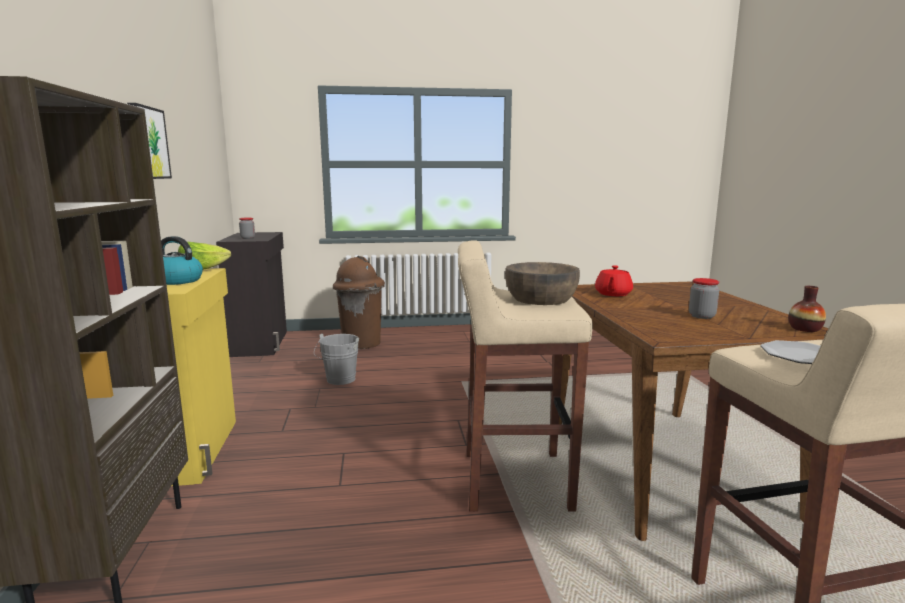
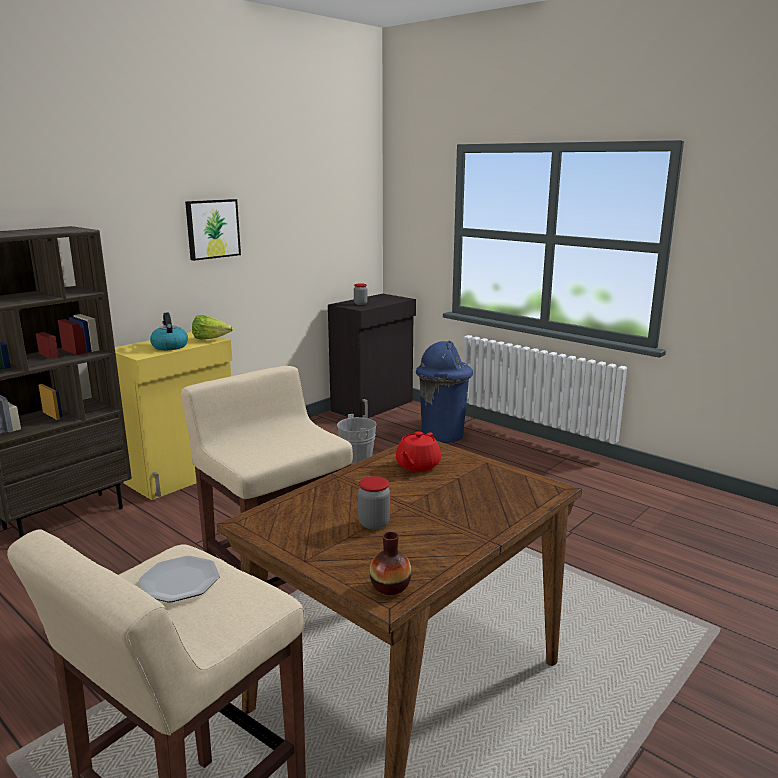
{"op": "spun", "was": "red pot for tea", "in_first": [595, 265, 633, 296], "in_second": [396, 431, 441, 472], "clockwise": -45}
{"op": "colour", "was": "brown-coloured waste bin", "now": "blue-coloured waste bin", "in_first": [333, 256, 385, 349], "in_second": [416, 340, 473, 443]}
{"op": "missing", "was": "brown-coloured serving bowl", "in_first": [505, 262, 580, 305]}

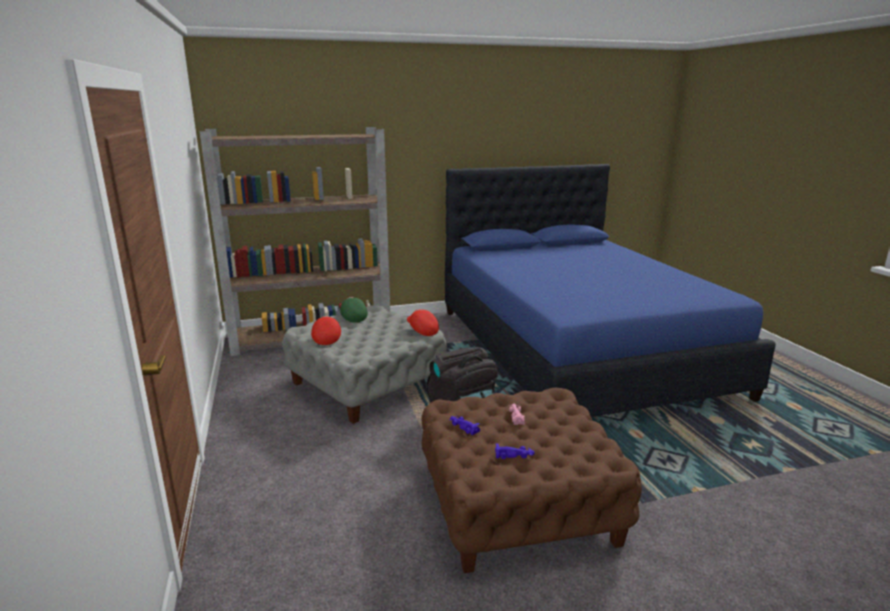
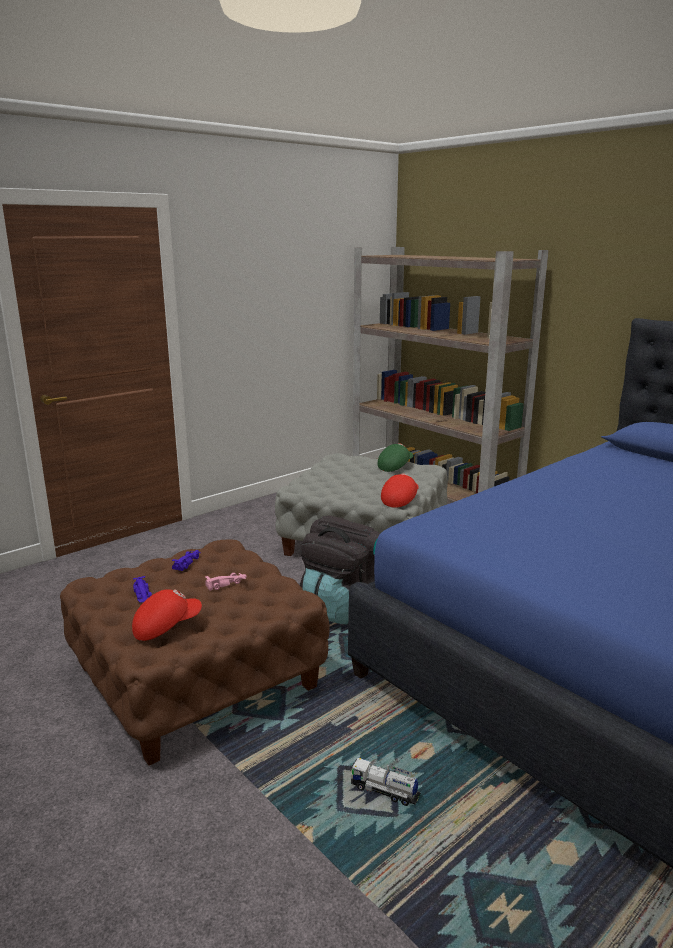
{"op": "relocated", "was": "red baseball cap", "in_first": [311, 316, 341, 345], "in_second": [132, 589, 202, 641]}
{"op": "appeared", "now": "toy lorry", "in_second": [351, 758, 420, 806]}

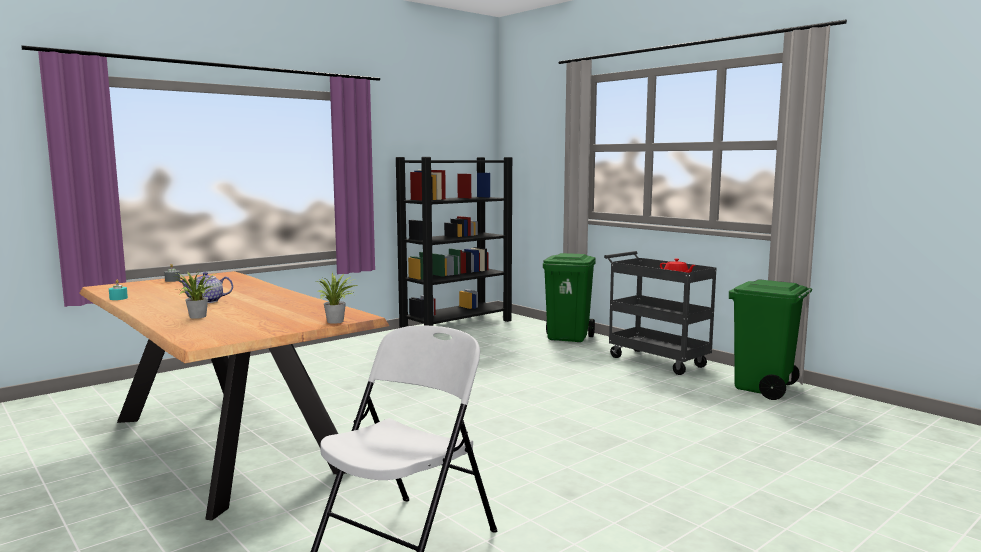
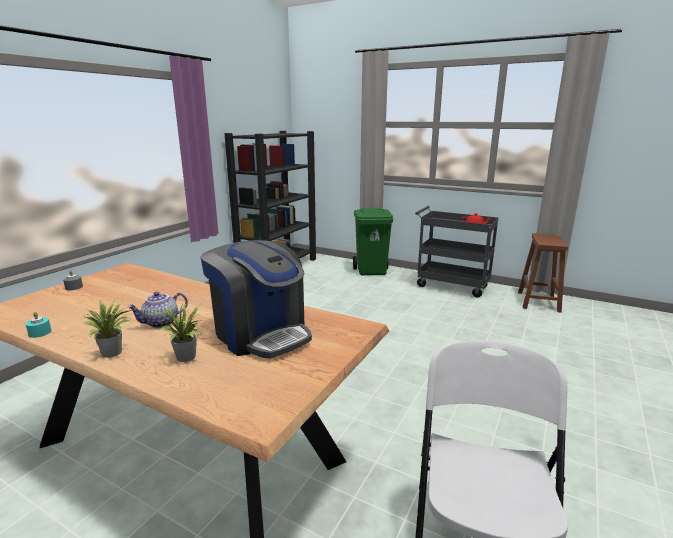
{"op": "relocated", "was": "plant in a pot", "in_first": [318, 272, 358, 324], "in_second": [82, 299, 133, 358]}
{"op": "appeared", "now": "coffee machine", "in_second": [201, 240, 312, 359]}
{"op": "exchanged", "was": "greenish waste bin", "now": "brown-coloured stool seat", "in_first": [729, 279, 812, 400], "in_second": [518, 233, 568, 313]}

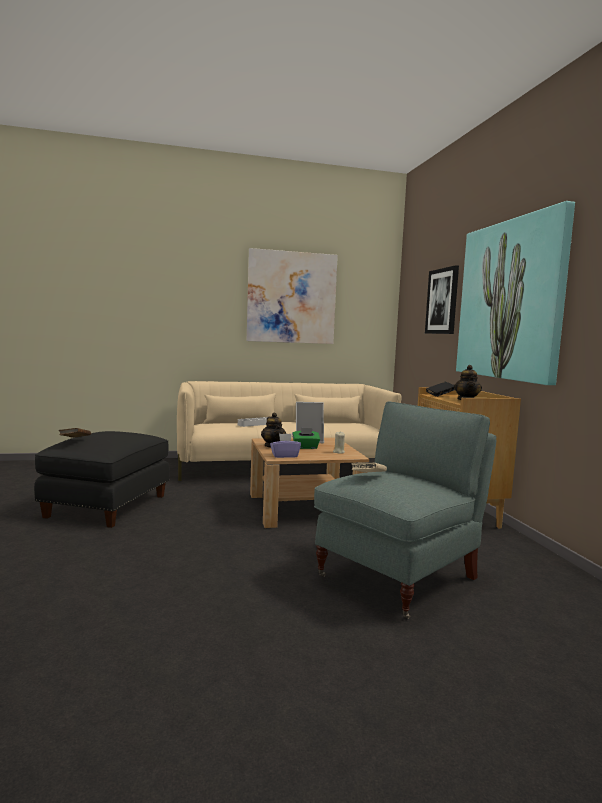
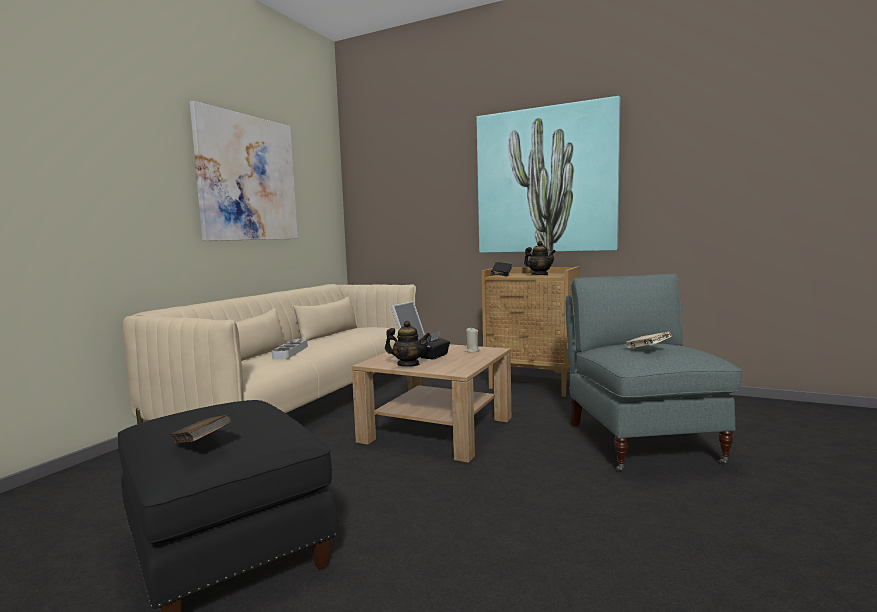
{"op": "colour", "was": "greenish tissue box", "now": "black-coloured tissue box", "in_first": [292, 428, 320, 449], "in_second": [420, 331, 450, 359]}
{"op": "missing", "was": "purple-coloured tissue box", "in_first": [270, 434, 301, 458]}
{"op": "missing", "was": "wall art", "in_first": [425, 265, 459, 334]}

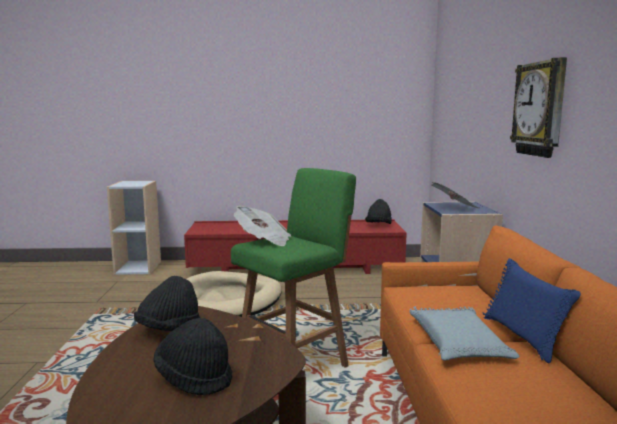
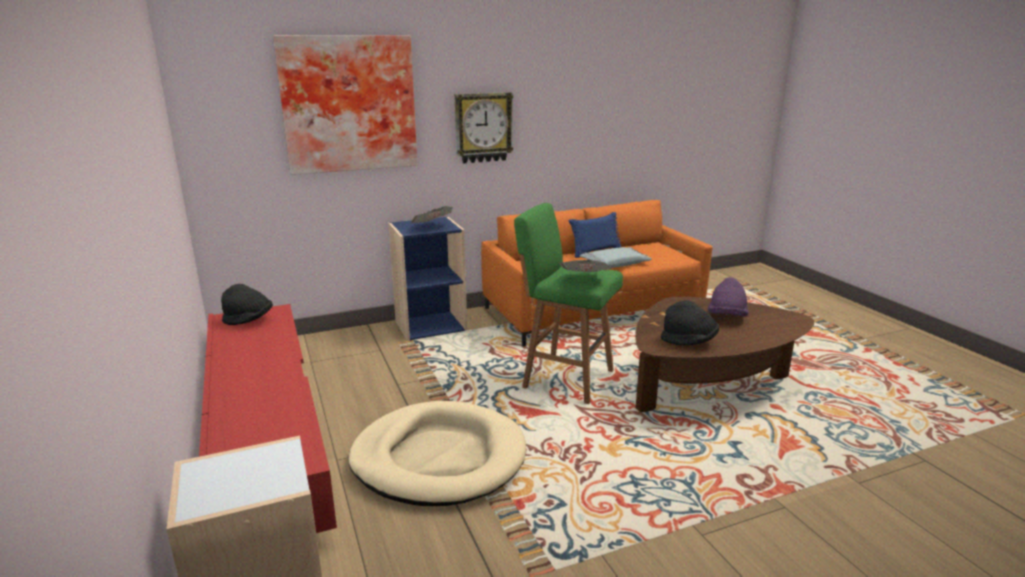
{"op": "appeared", "now": "wall art", "in_second": [273, 35, 417, 175]}
{"op": "colour", "was": "black-coloured wearable hat", "now": "purple-coloured wearable hat", "in_first": [154, 318, 232, 395], "in_second": [708, 277, 749, 317]}

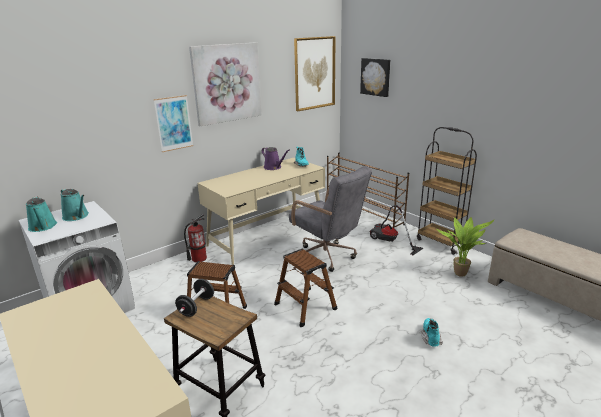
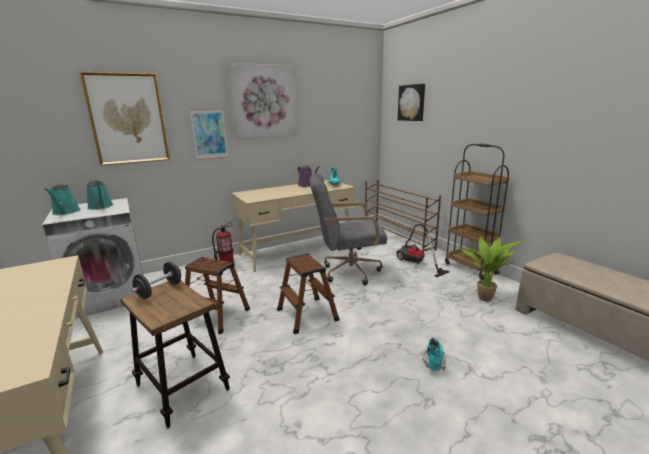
{"op": "relocated", "was": "wall art", "in_first": [294, 36, 336, 111], "in_second": [80, 72, 170, 166]}
{"op": "spun", "was": "gray desk chair", "in_first": [289, 166, 372, 272], "in_second": [309, 173, 387, 285], "clockwise": 120}

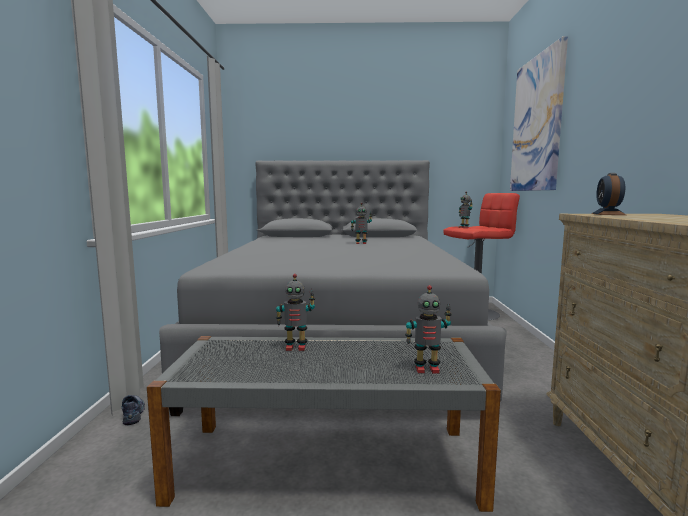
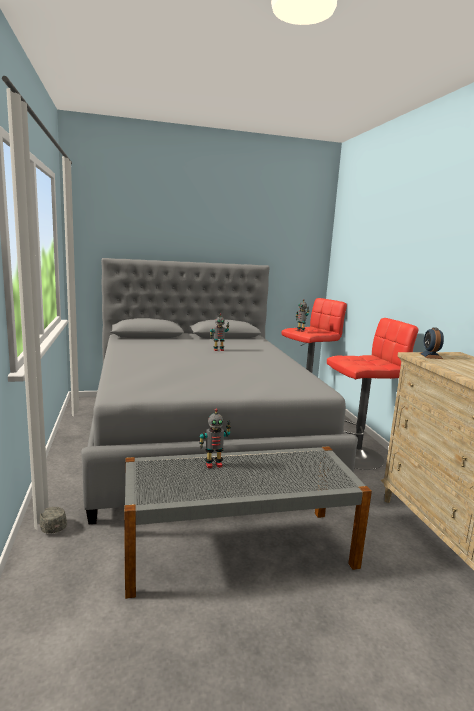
{"op": "exchanged", "was": "item of footwear", "now": "gray baseball cap", "in_first": [122, 395, 145, 426], "in_second": [39, 507, 67, 534]}
{"op": "appeared", "now": "red stool seat", "in_second": [327, 318, 419, 470]}
{"op": "missing", "was": "robot figure", "in_first": [405, 285, 452, 373]}
{"op": "missing", "was": "wall art", "in_first": [510, 36, 568, 191]}

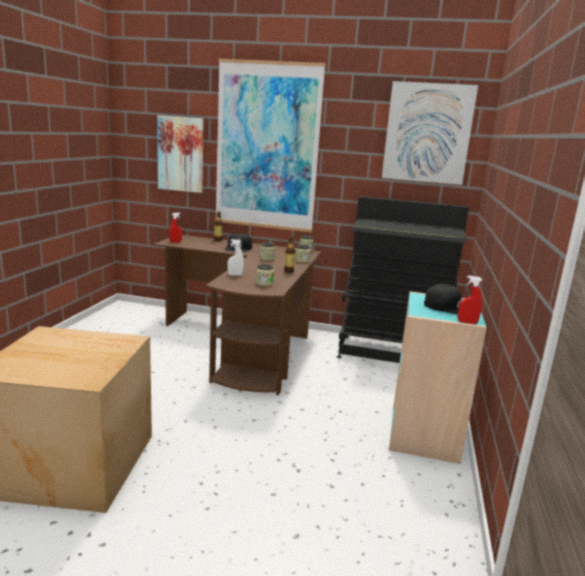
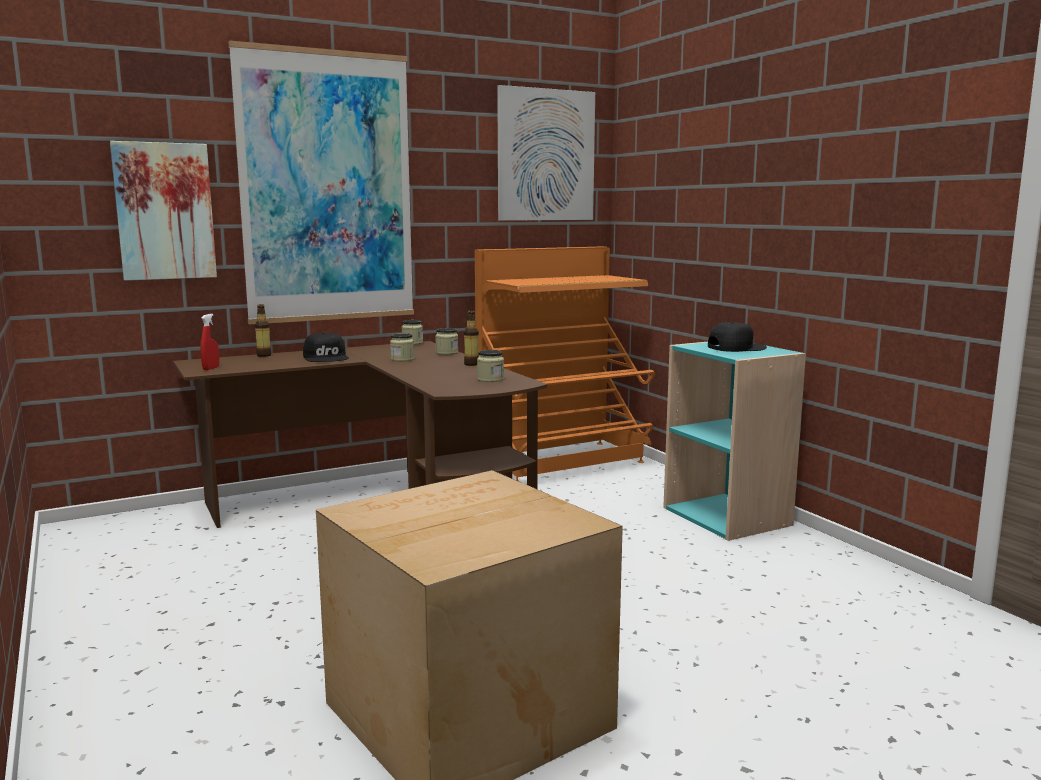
{"op": "colour", "was": "black-coloured shoe stand", "now": "orange shoe stand", "in_first": [337, 196, 469, 363], "in_second": [475, 247, 655, 481]}
{"op": "missing", "was": "white-coloured spray bottle", "in_first": [227, 239, 244, 276]}
{"op": "missing", "was": "red spray bottle", "in_first": [458, 276, 482, 324]}

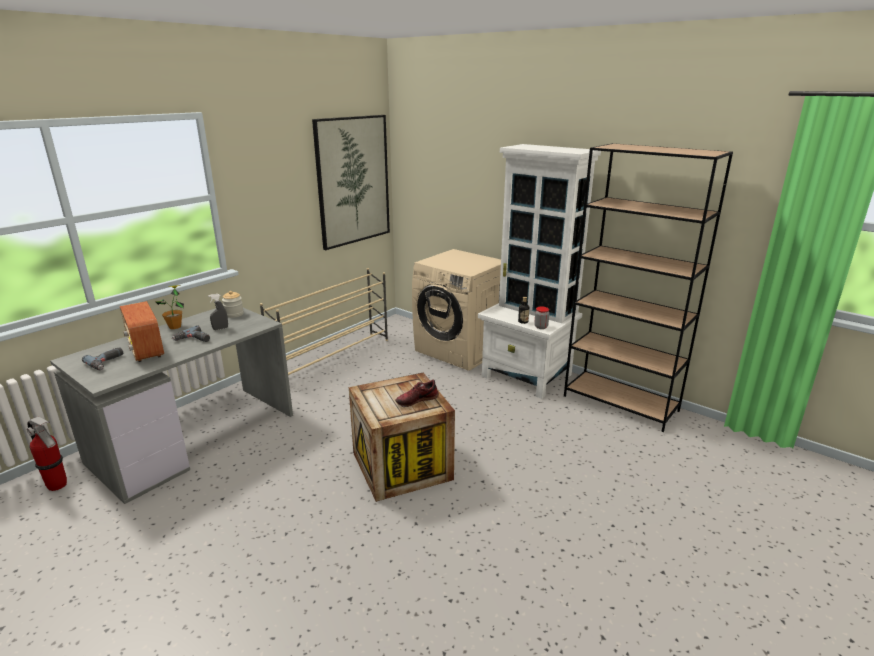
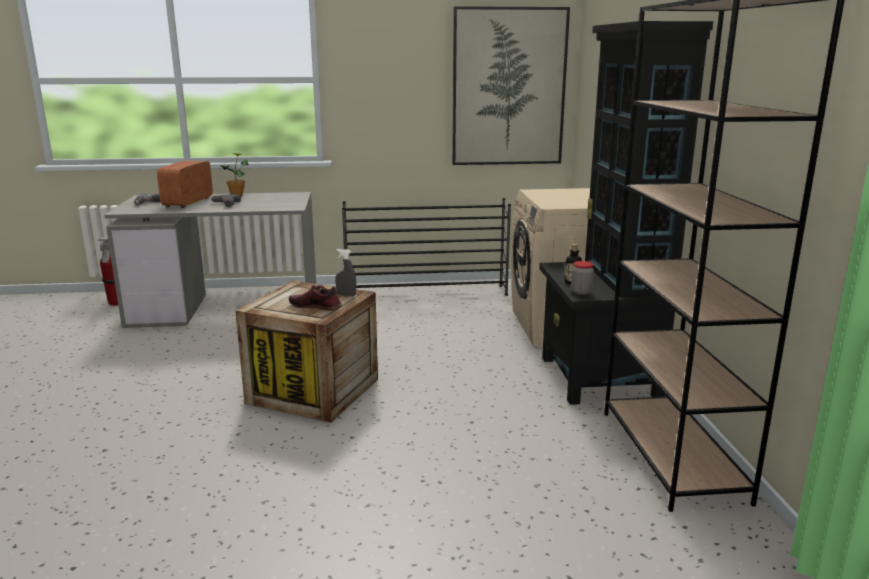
{"op": "relocated", "was": "gray spray bottle", "in_first": [208, 294, 228, 330], "in_second": [335, 249, 356, 297]}
{"op": "colour", "was": "beige shoe stand", "now": "black-coloured shoe stand", "in_first": [260, 268, 388, 375], "in_second": [342, 198, 511, 296]}
{"op": "colour", "was": "white-coloured cupboard", "now": "black-coloured cupboard", "in_first": [478, 144, 601, 399], "in_second": [539, 21, 713, 405]}
{"op": "missing", "was": "storage jar", "in_first": [222, 291, 244, 318]}

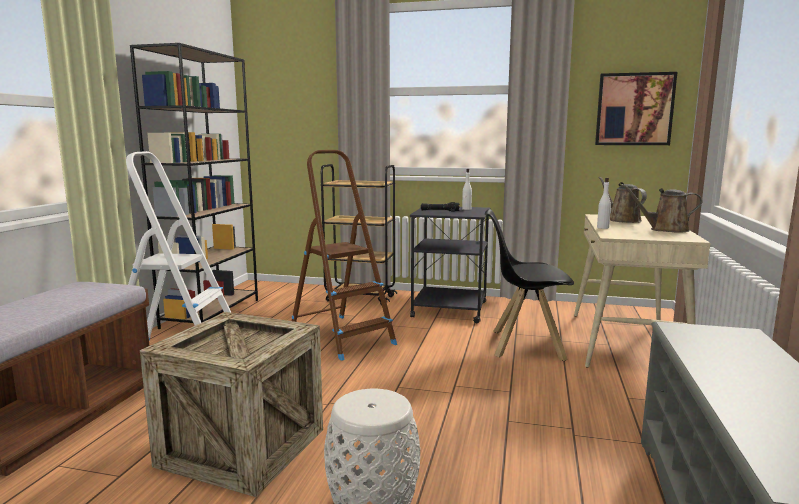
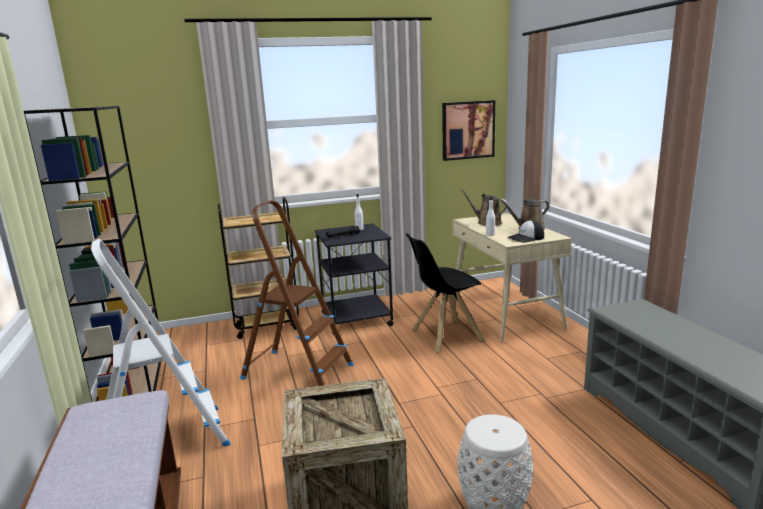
{"op": "appeared", "now": "baseball cap", "in_second": [507, 220, 544, 243]}

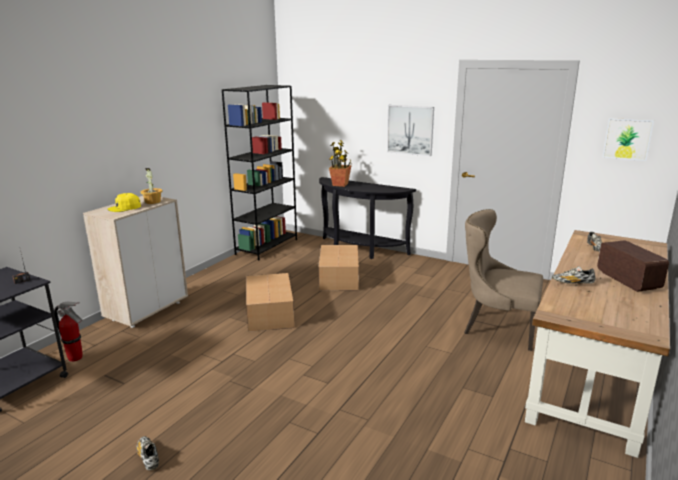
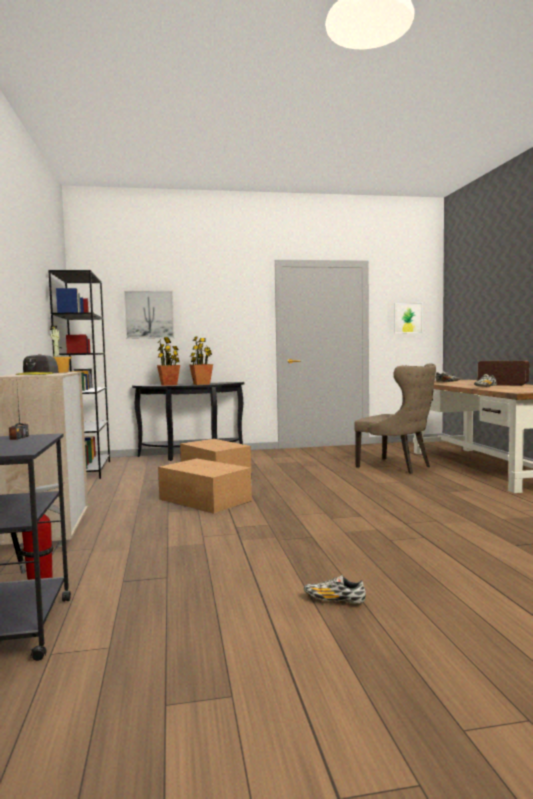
{"op": "colour", "was": "yellow baseball cap", "now": "gray baseball cap", "in_first": [107, 193, 141, 212], "in_second": [16, 354, 59, 375]}
{"op": "relocated", "was": "wall art", "in_first": [387, 105, 434, 156], "in_second": [124, 291, 174, 339]}
{"op": "appeared", "now": "plant in a pot", "in_second": [189, 337, 213, 385]}
{"op": "spun", "was": "beige plain chair", "in_first": [464, 209, 543, 351], "in_second": [354, 363, 436, 474], "clockwise": -120}

